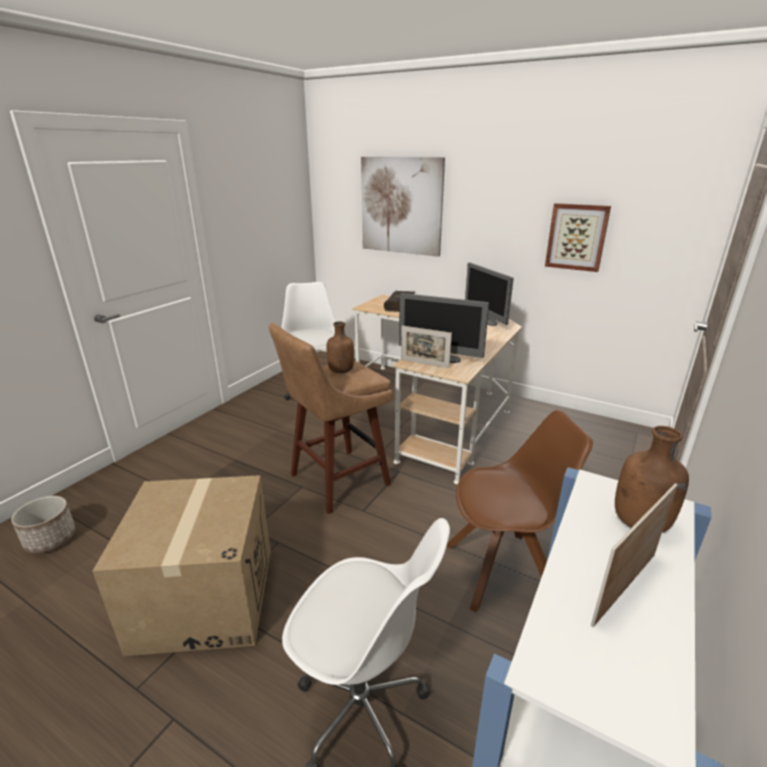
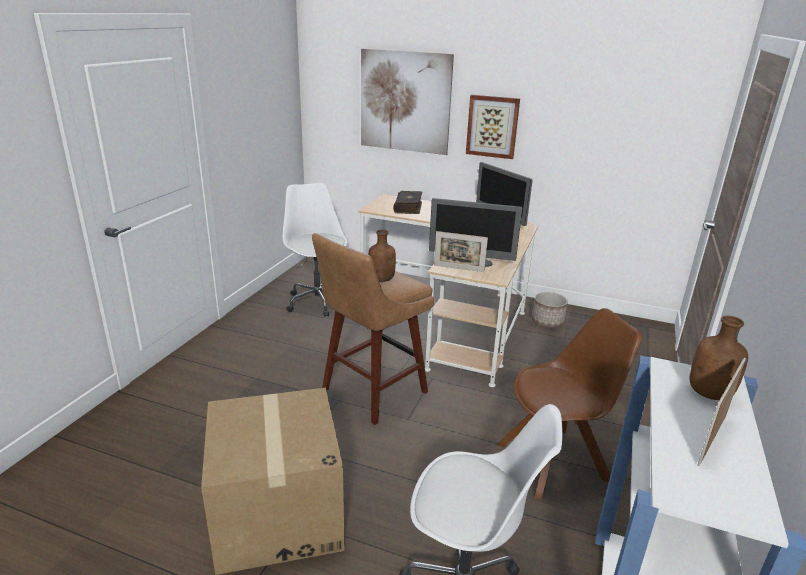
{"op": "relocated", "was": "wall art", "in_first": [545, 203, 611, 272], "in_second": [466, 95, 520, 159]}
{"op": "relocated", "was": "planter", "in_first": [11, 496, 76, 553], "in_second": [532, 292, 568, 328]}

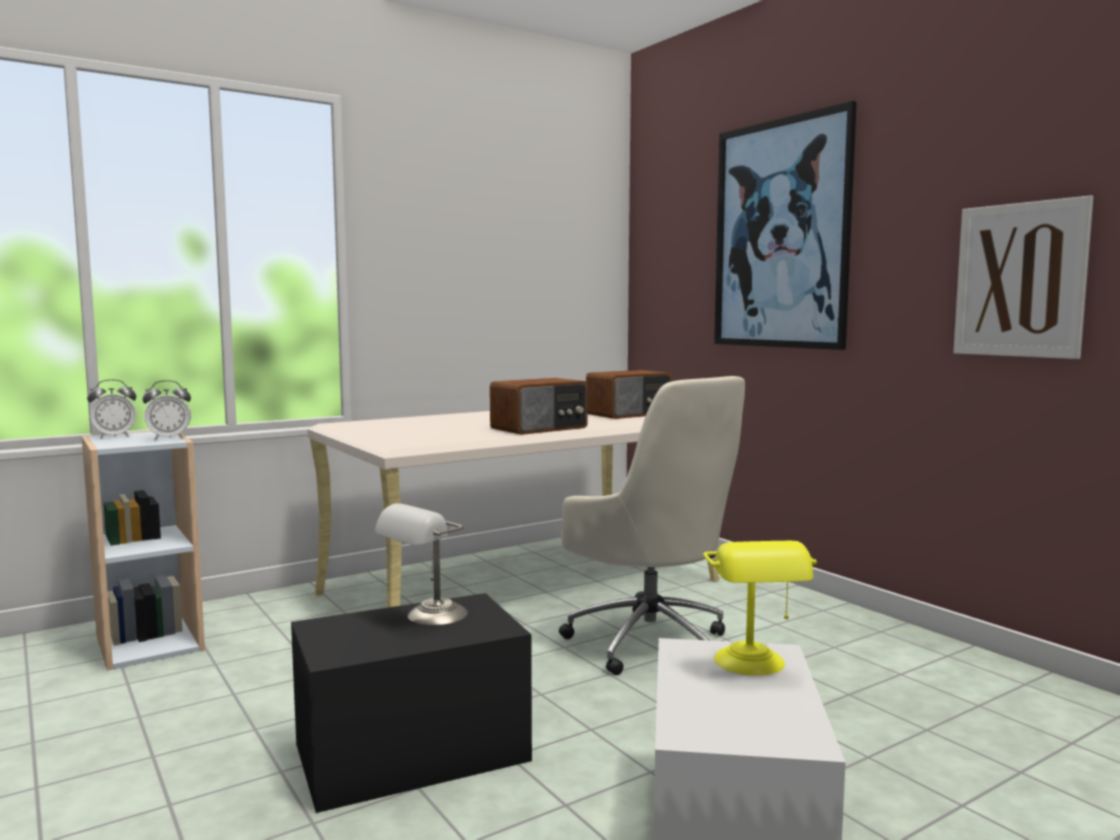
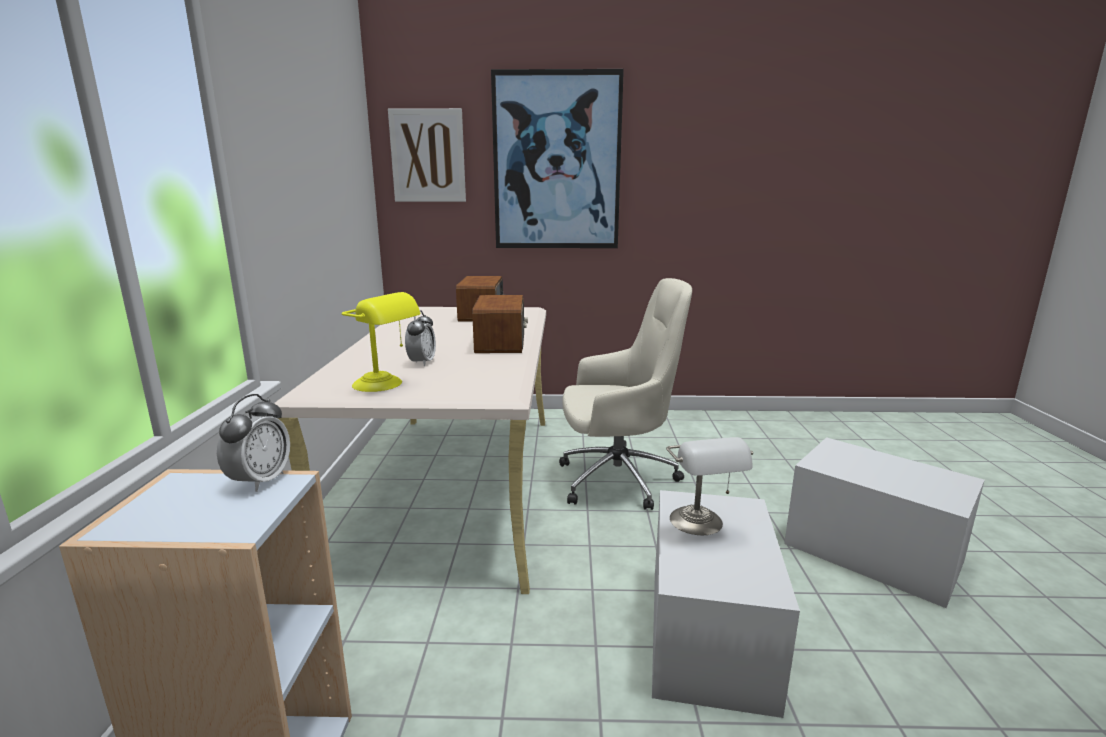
{"op": "relocated", "was": "yellow tabletop lamp", "in_first": [703, 541, 817, 676], "in_second": [341, 292, 420, 392]}
{"op": "relocated", "was": "wall art", "in_first": [953, 196, 1093, 359], "in_second": [388, 108, 466, 202]}
{"op": "relocated", "was": "table clock", "in_first": [87, 379, 136, 439], "in_second": [405, 310, 436, 366]}
{"op": "colour", "was": "black-coloured storage container", "now": "white-coloured storage container", "in_first": [291, 593, 532, 813], "in_second": [652, 490, 800, 718]}

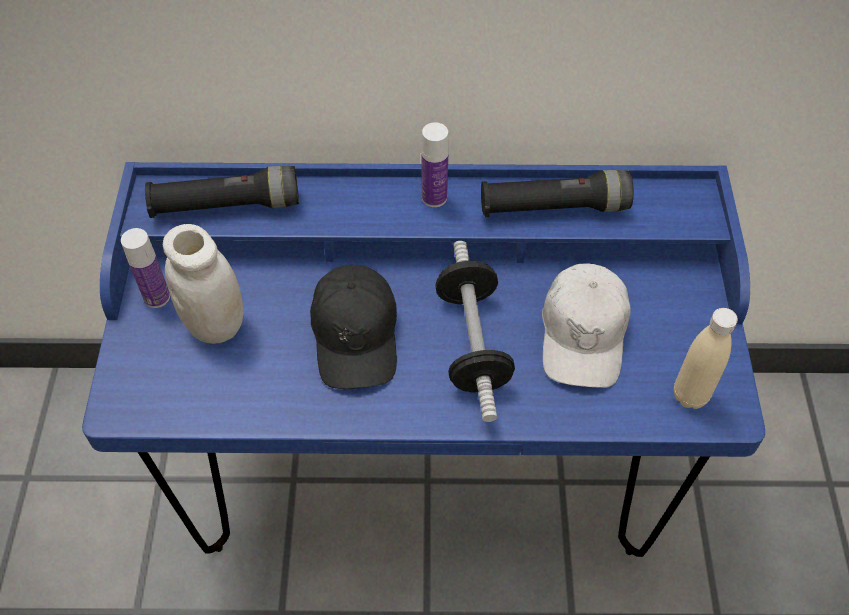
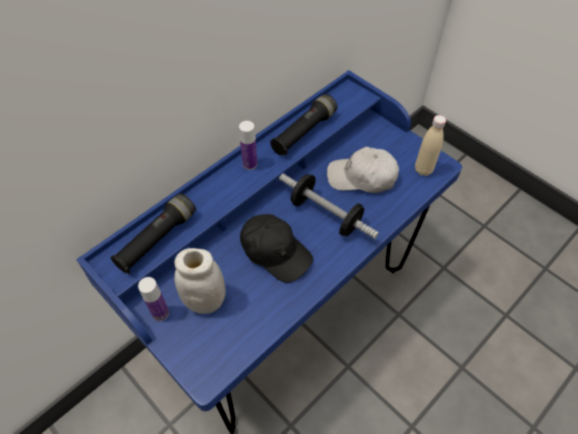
{"op": "spun", "was": "white-coloured baseball cap", "in_first": [542, 264, 631, 388], "in_second": [327, 147, 399, 193], "clockwise": 135}

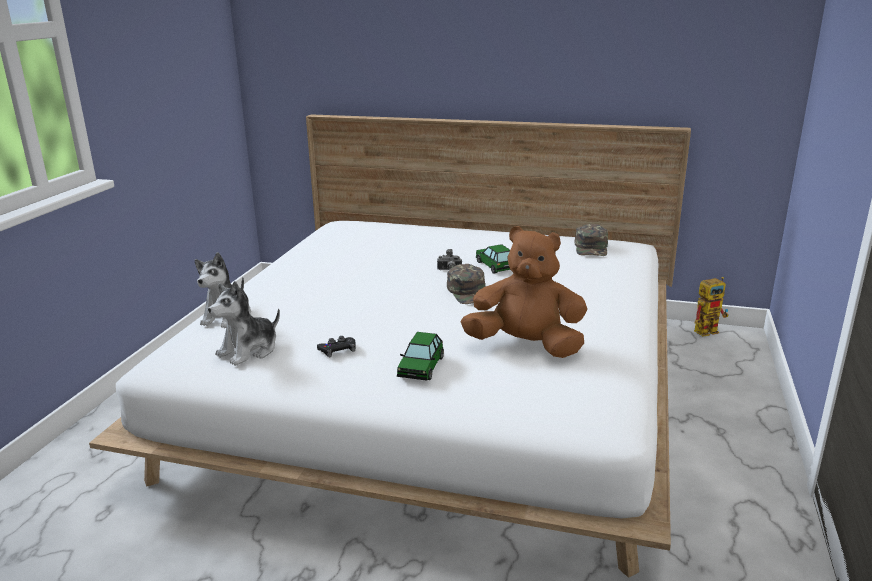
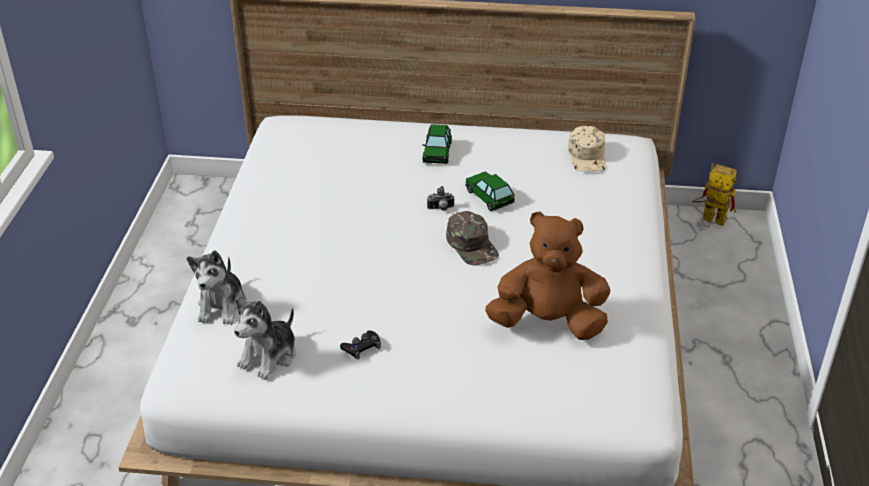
{"op": "relocated", "was": "model car", "in_first": [397, 332, 444, 381], "in_second": [422, 124, 452, 164]}
{"op": "colour", "was": "greenish baseball cap", "now": "beige baseball cap", "in_first": [575, 224, 608, 256], "in_second": [568, 126, 606, 171]}
{"op": "spun", "was": "robot figure", "in_first": [694, 277, 728, 337], "in_second": [692, 163, 737, 226], "clockwise": -120}

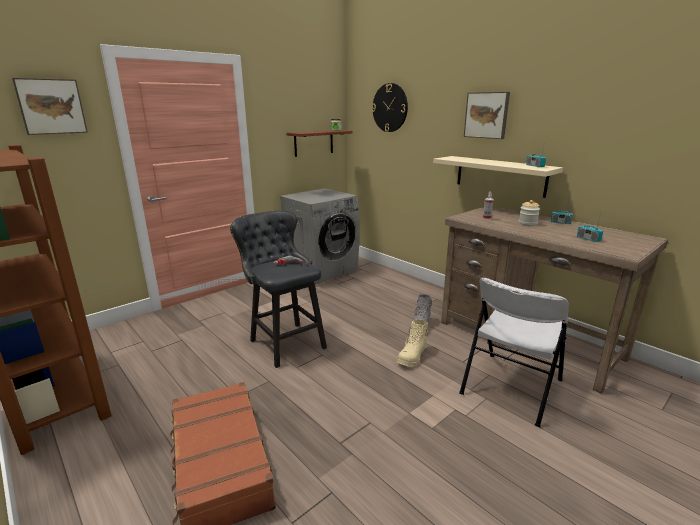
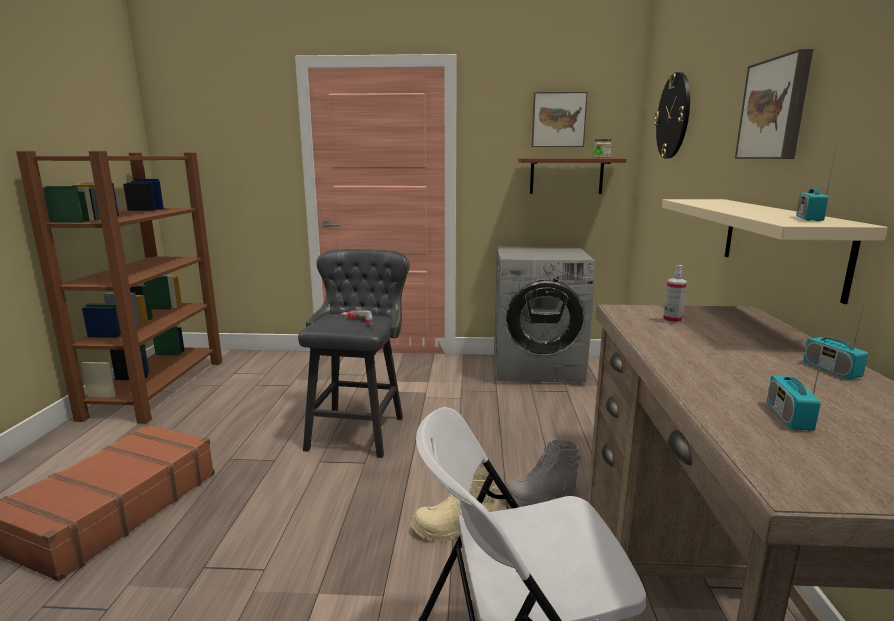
{"op": "relocated", "was": "wall art", "in_first": [12, 78, 88, 135], "in_second": [532, 92, 588, 147]}
{"op": "missing", "was": "storage jar", "in_first": [518, 200, 540, 226]}

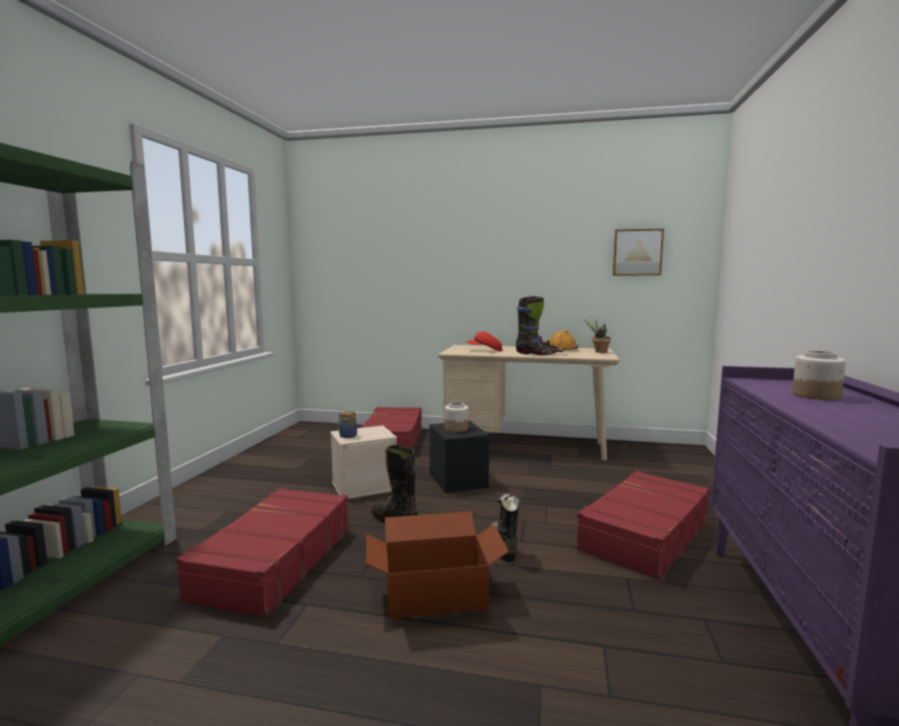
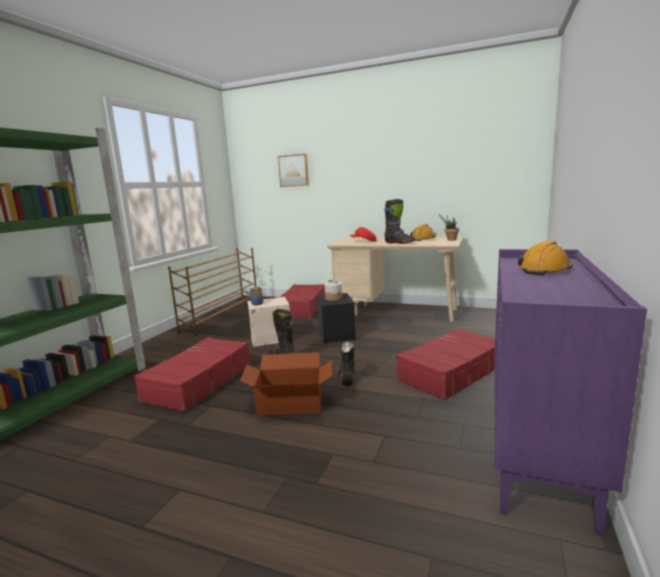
{"op": "appeared", "now": "brown-coloured shoe stand", "in_second": [168, 248, 256, 336]}
{"op": "relocated", "was": "wall art", "in_first": [613, 229, 664, 276], "in_second": [278, 154, 309, 187]}
{"op": "exchanged", "was": "storage jar", "now": "orange safety helmet", "in_first": [792, 350, 846, 400], "in_second": [517, 241, 573, 275]}

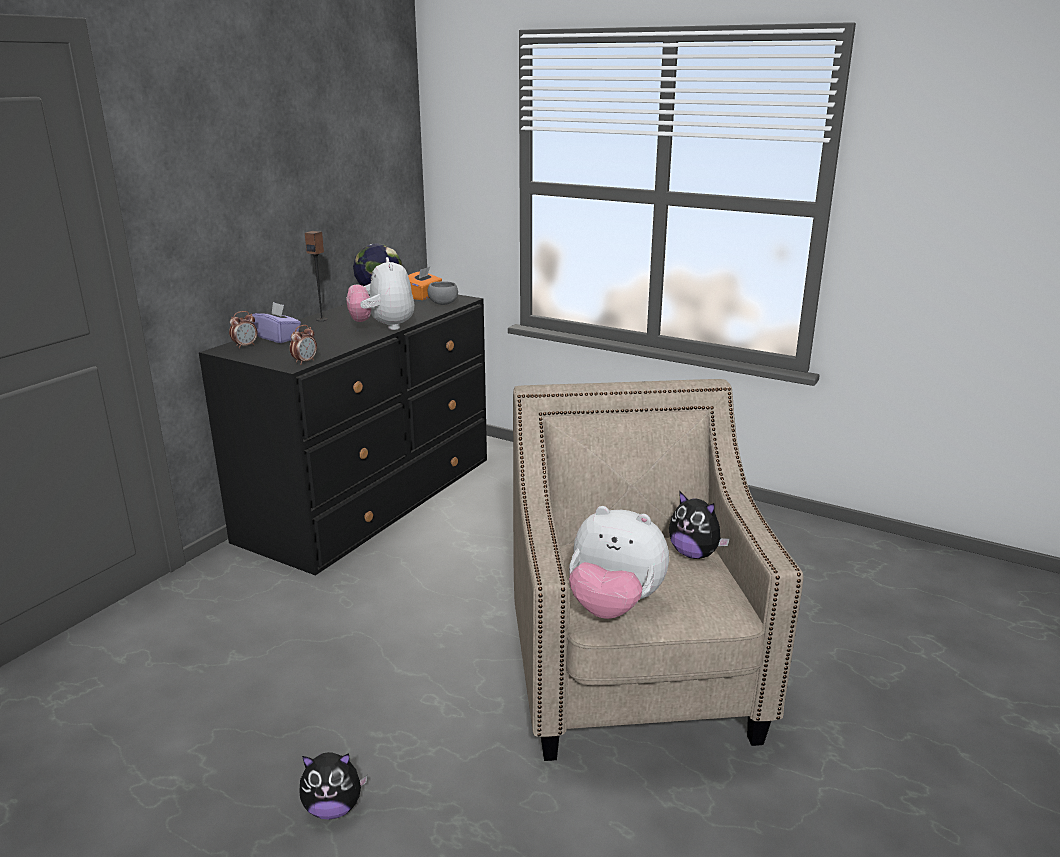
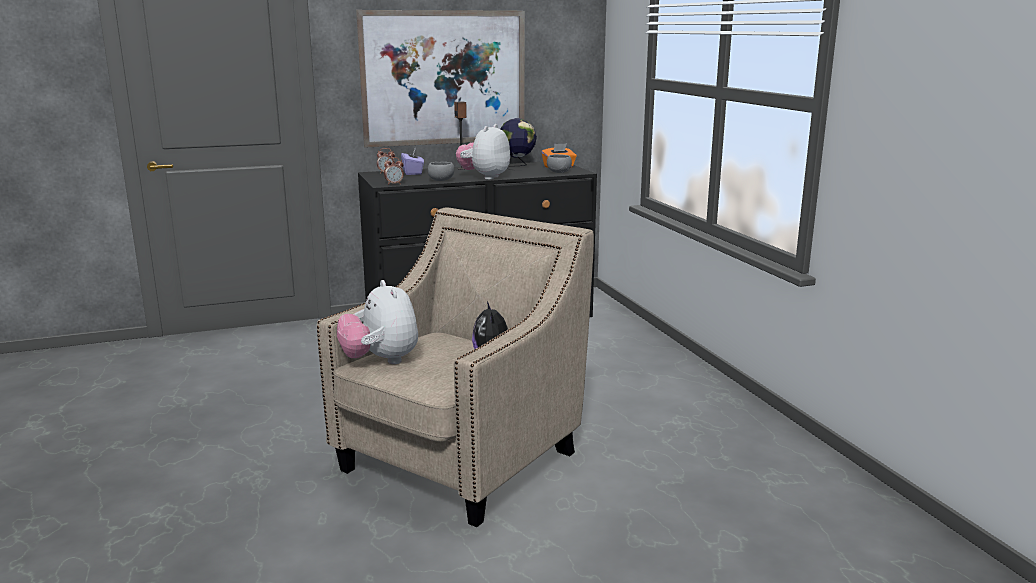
{"op": "appeared", "now": "wall art", "in_second": [356, 10, 525, 148]}
{"op": "appeared", "now": "gray serving bowl", "in_second": [428, 162, 454, 181]}
{"op": "missing", "was": "plush toy", "in_first": [299, 752, 368, 820]}

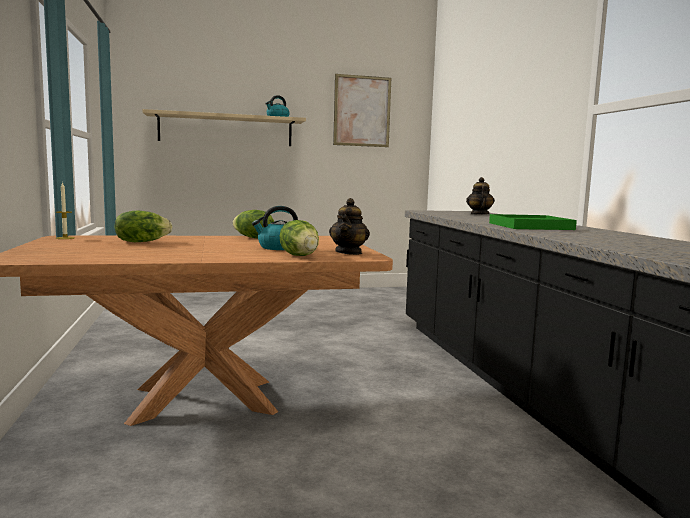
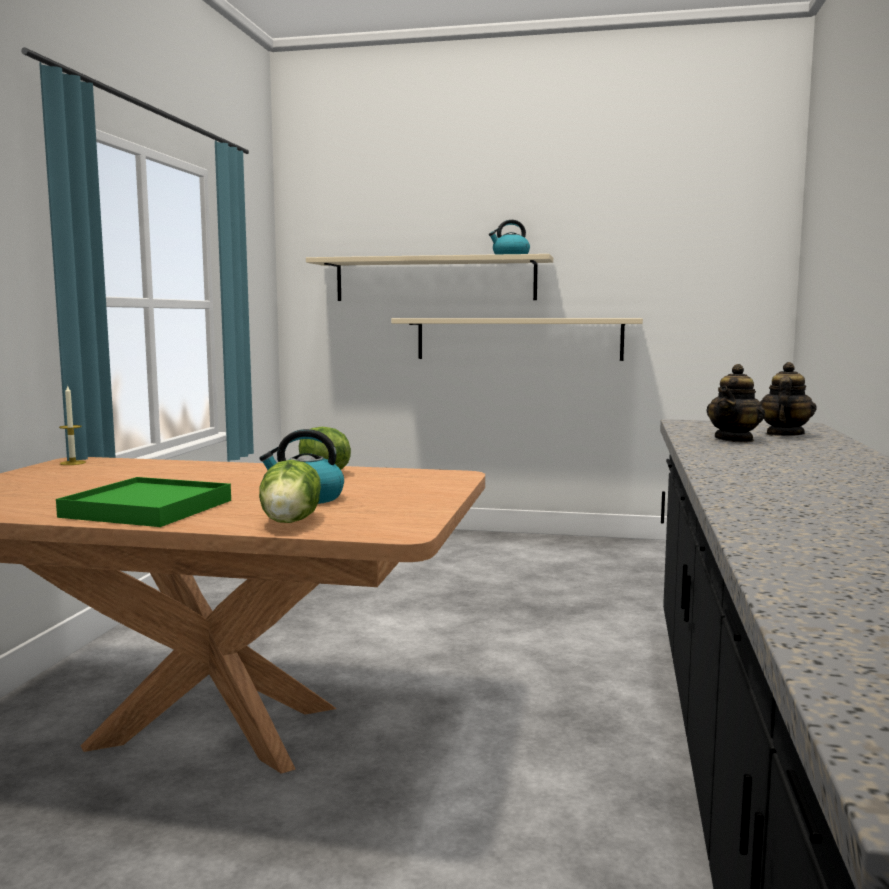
{"op": "relocated", "was": "greenish tray", "in_first": [489, 214, 577, 230], "in_second": [56, 477, 231, 527]}
{"op": "appeared", "now": "beige bracket shelf", "in_second": [391, 318, 643, 361]}
{"op": "relocated", "was": "pot for tea", "in_first": [329, 198, 370, 255], "in_second": [706, 364, 765, 443]}
{"op": "missing", "was": "lettuce head", "in_first": [114, 211, 172, 242]}
{"op": "missing", "was": "wall art", "in_first": [333, 74, 391, 147]}

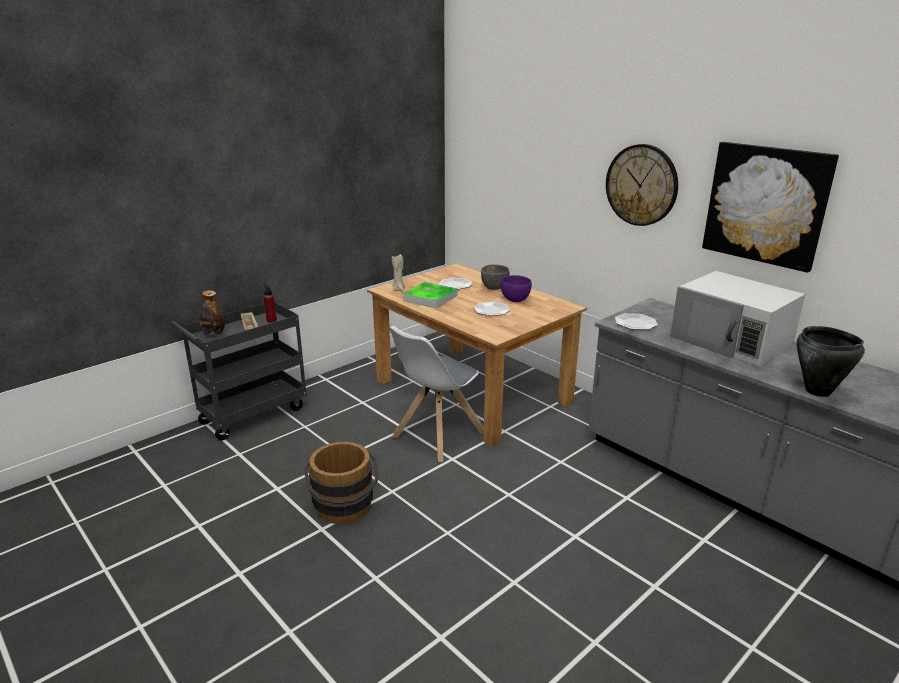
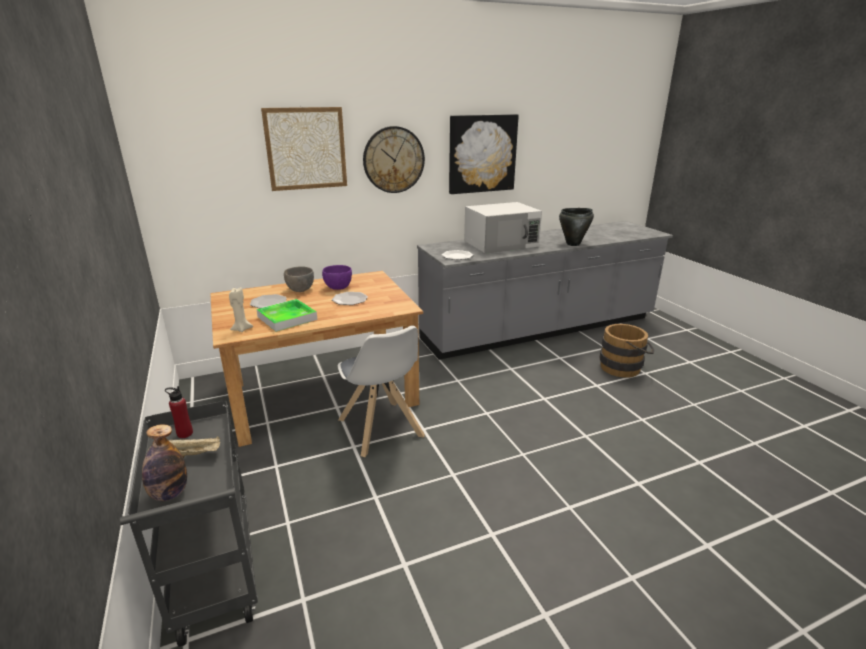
{"op": "appeared", "now": "wall art", "in_second": [261, 105, 347, 191]}
{"op": "relocated", "was": "brown-coloured pail", "in_first": [304, 442, 378, 524], "in_second": [600, 324, 654, 378]}

